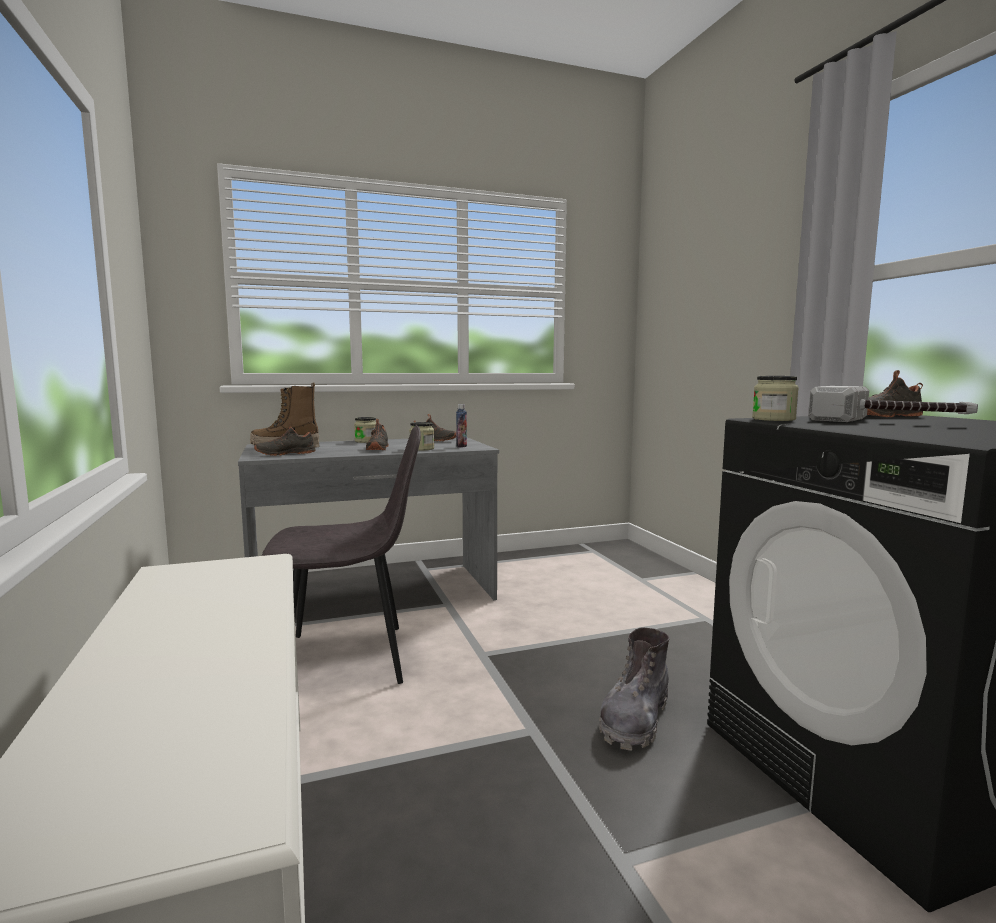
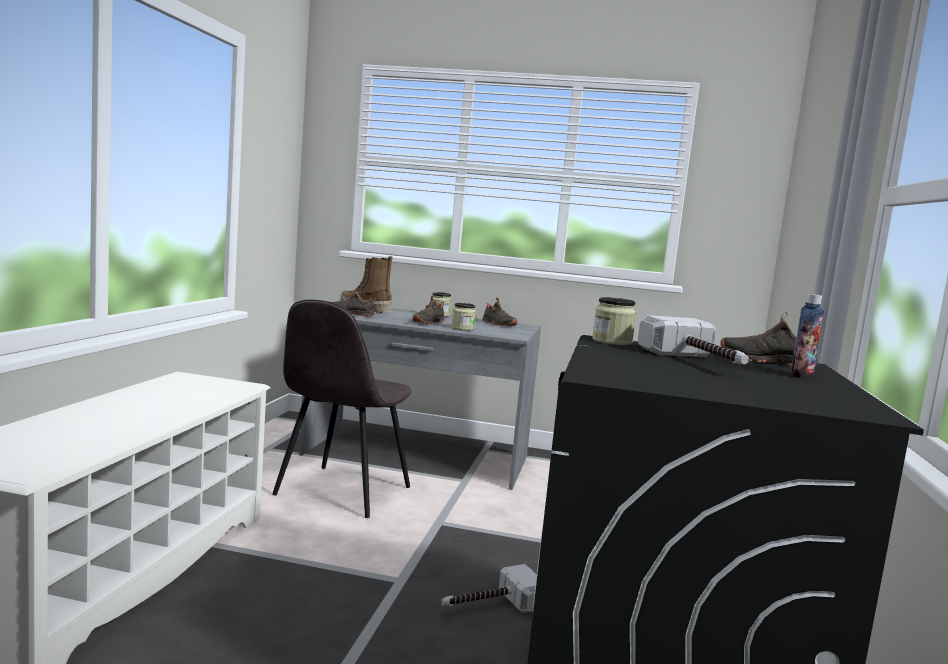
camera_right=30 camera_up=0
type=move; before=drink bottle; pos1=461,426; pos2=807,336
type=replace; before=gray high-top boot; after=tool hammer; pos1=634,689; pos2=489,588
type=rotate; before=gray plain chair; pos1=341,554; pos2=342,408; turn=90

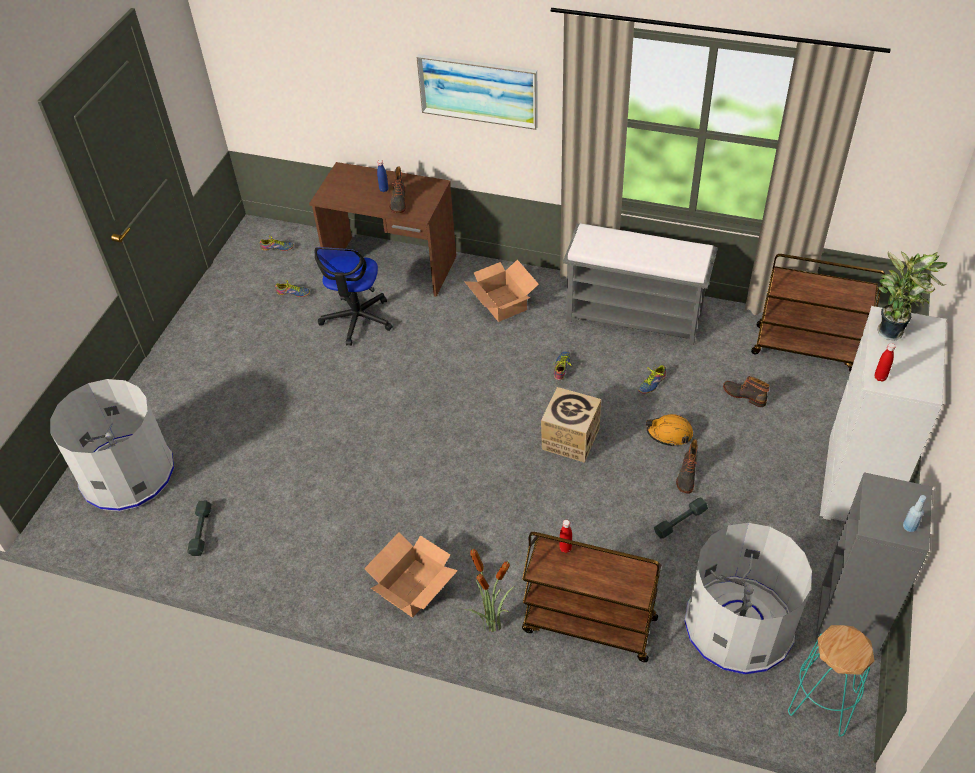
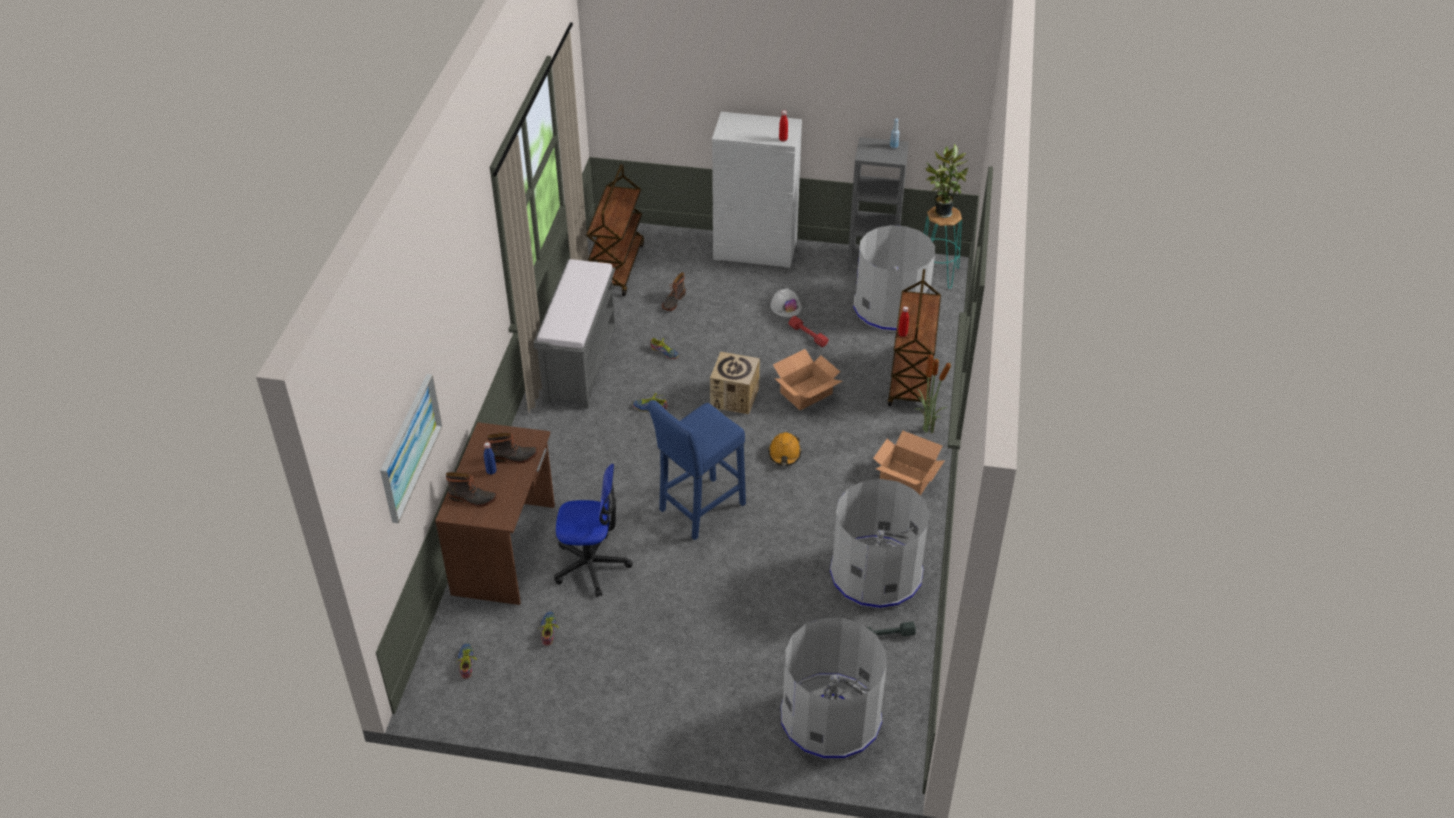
camera_right=-100 camera_up=-5
type=insert; after=blue sitting stool; pos2=696,470
type=insert; after=white-coloured safety helmet; pos2=786,302
type=insert; after=gray trash can; pos2=879,544
type=move; before=picture; pos1=477,92; pos2=411,448
type=move; before=packing box; pos1=501,291; pos2=807,380
type=move; before=orange-coloured safety helmet; pos1=669,430; pos2=785,449
type=move; before=high-top boot; pos1=687,466; pos2=471,489
type=move; before=potted plant; pos1=912,296; pos2=946,181
type=recolor; before=gray dumbbell; after=red dumbbell; pos1=681,518; pos2=808,331

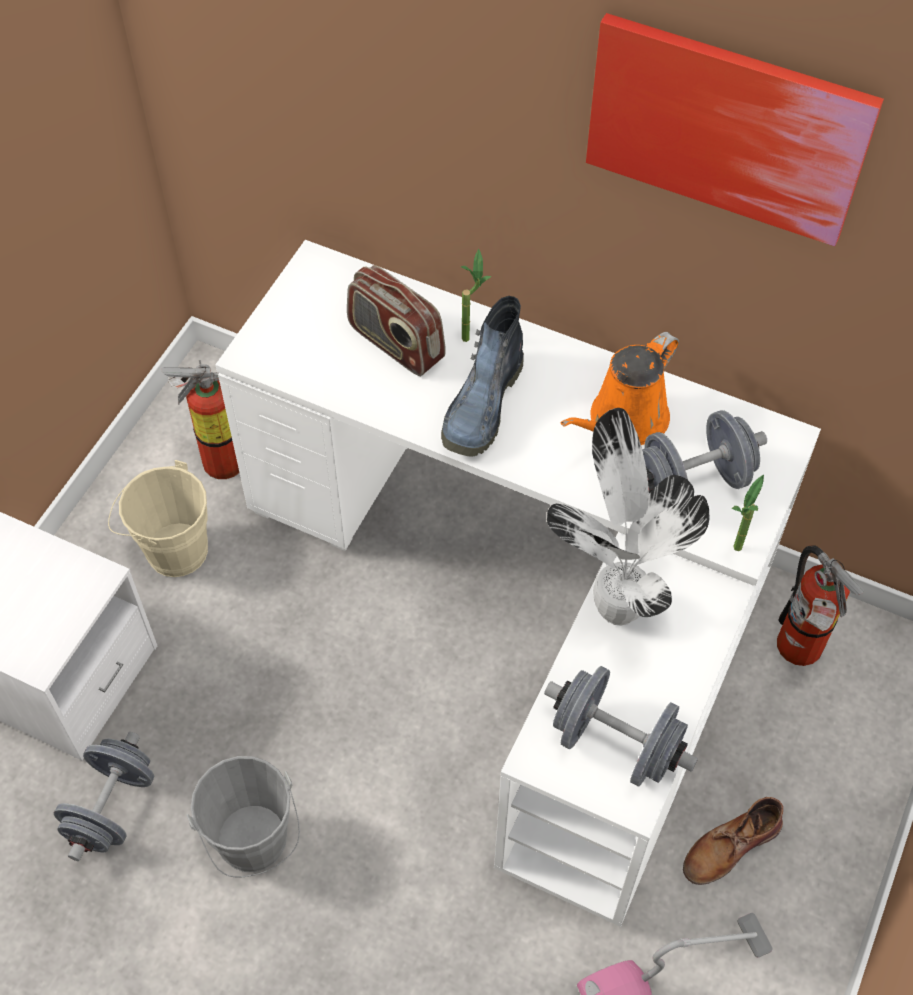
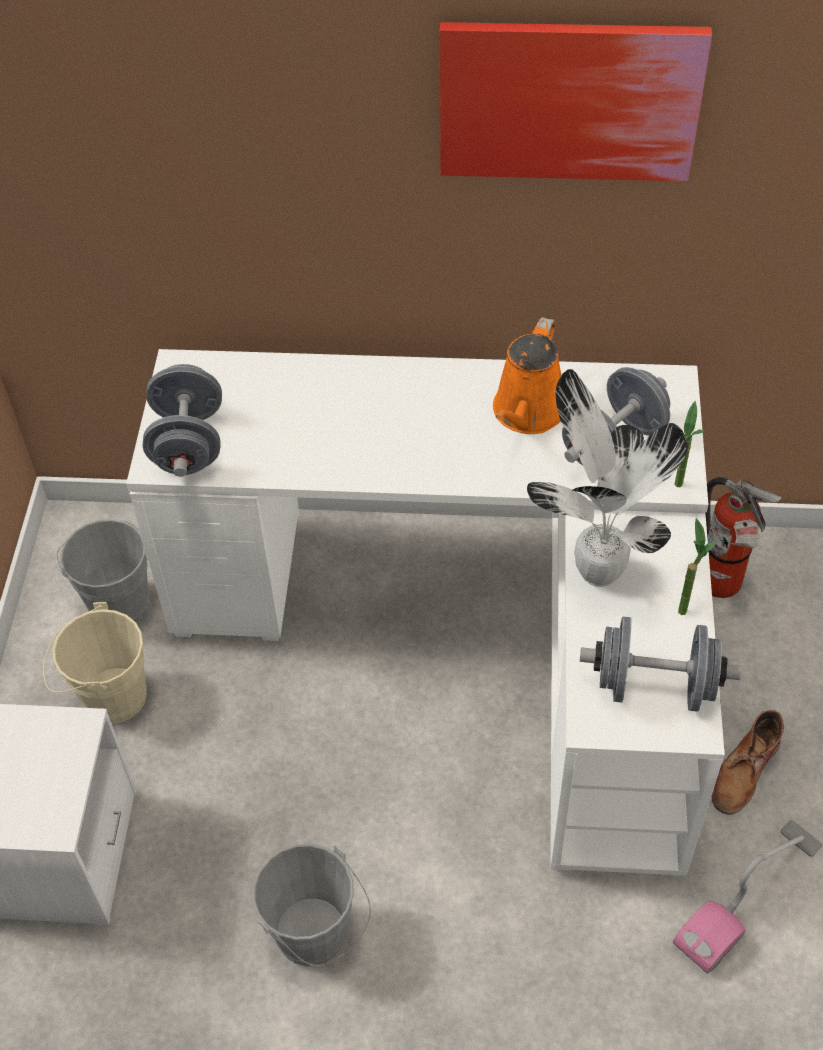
camera_right=-20 camera_up=-5
type=delete; before=radio receiver; pos1=396,320
type=delete; before=high-top boot; pos1=482,376
type=move; before=gray dumbbell; pos1=104,796; pos2=182,420
type=move; before=potted plant; pos1=476,295; pos2=697,566
type=replace; before=fire extinguisher; after=gray pail; pos1=200,419; pos2=103,571

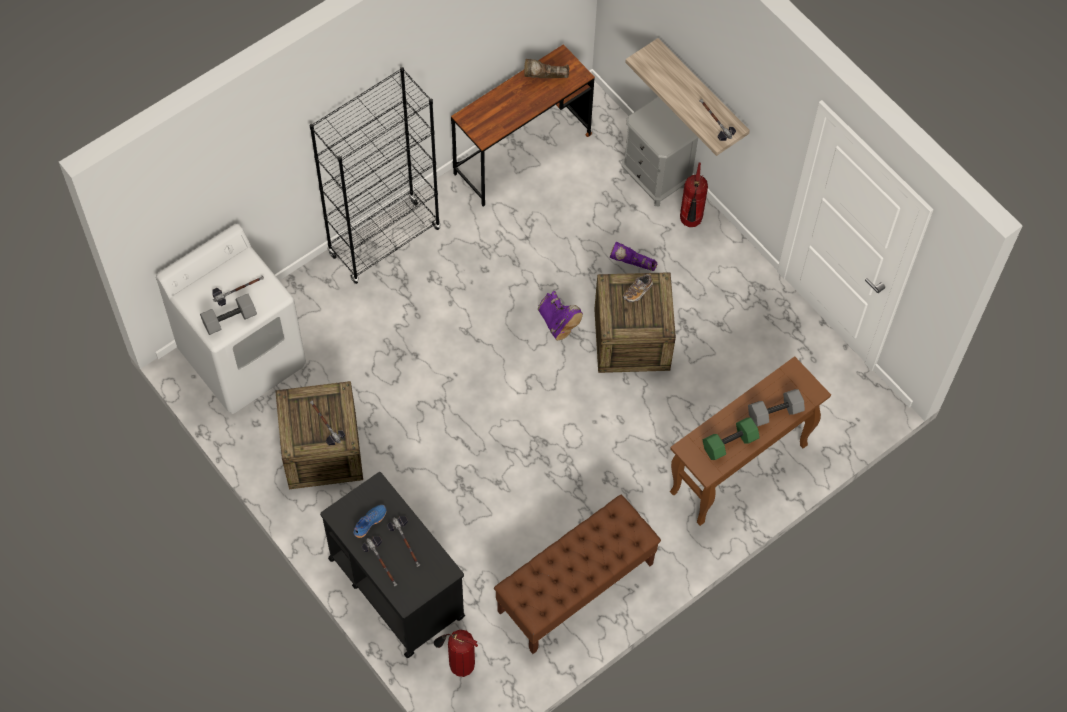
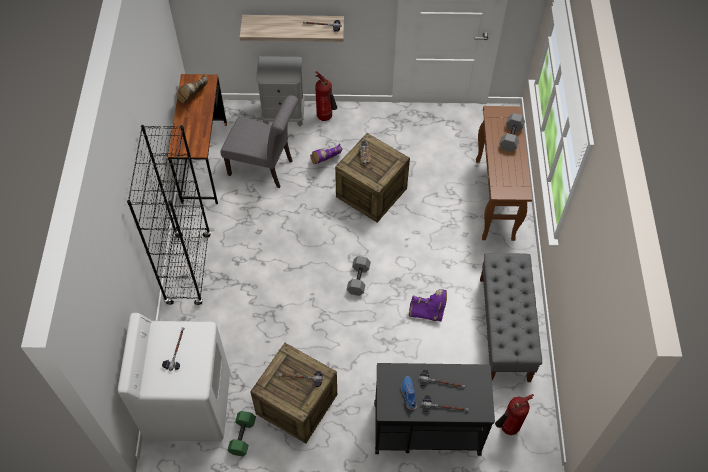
camera_right=-50 camera_up=-5
type=insert; after=gray plain chair; pos2=259,141
type=move; before=gray dumbbell; pos1=228,314; pos2=359,276
type=move; before=purplish high-top boot; pos1=560,315; pos2=428,305
type=move; before=green-coloured dumbbell; pos1=731,439; pos2=241,433
type=recolor; before=brown-coloured indoor bench; after=gray indoor bench; pos1=577,574; pos2=511,317

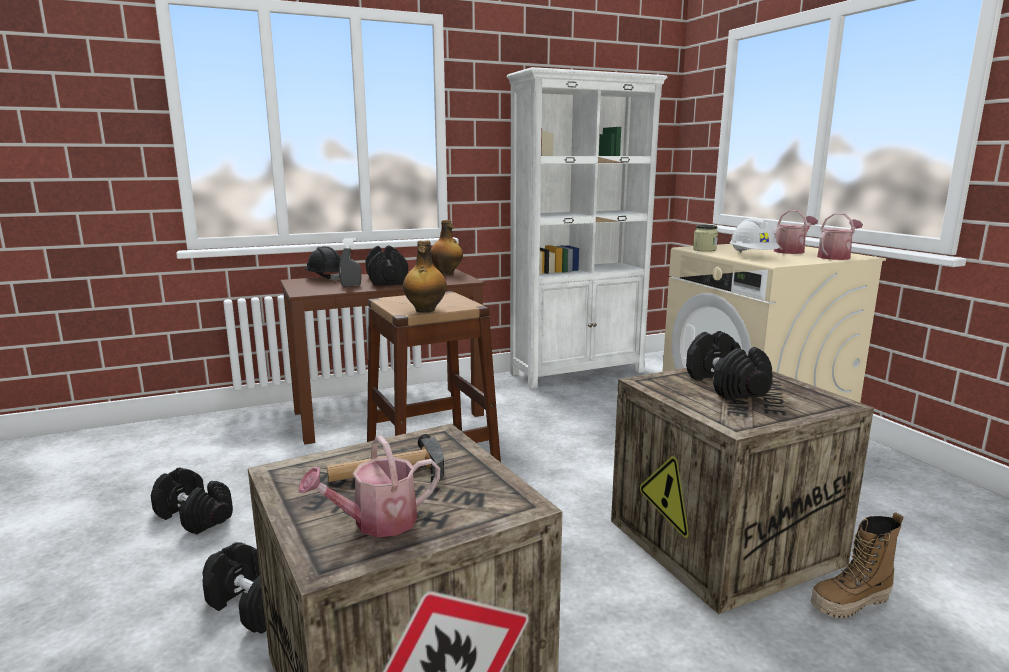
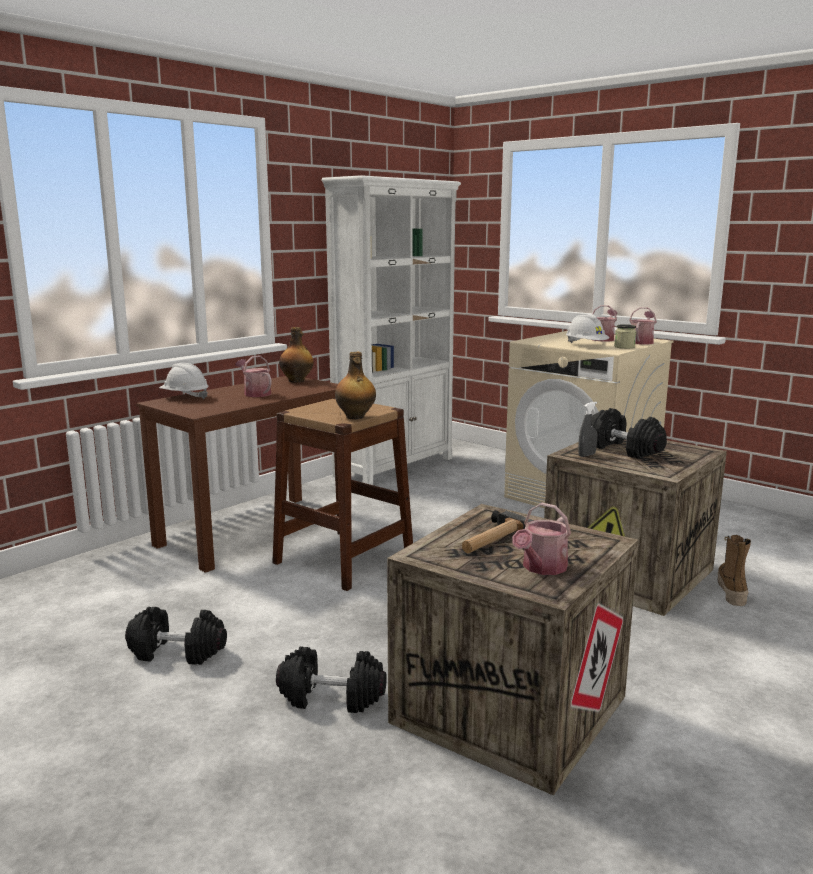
camera_right=-25 camera_up=0
type=move; before=gray sprayer; pos1=350,262; pos2=587,429
type=move; before=jar; pos1=705,238; pos2=625,336
type=replace; before=black dumbbell; after=sprinkling can; pos1=386,265; pos2=253,376
type=recolor; before=black safety helmet; after=white-coloured safety helmet; pos1=323,264; pos2=184,381
type=rotate; before=high-top boot; pos1=857,565; pos2=734,570; turn=150

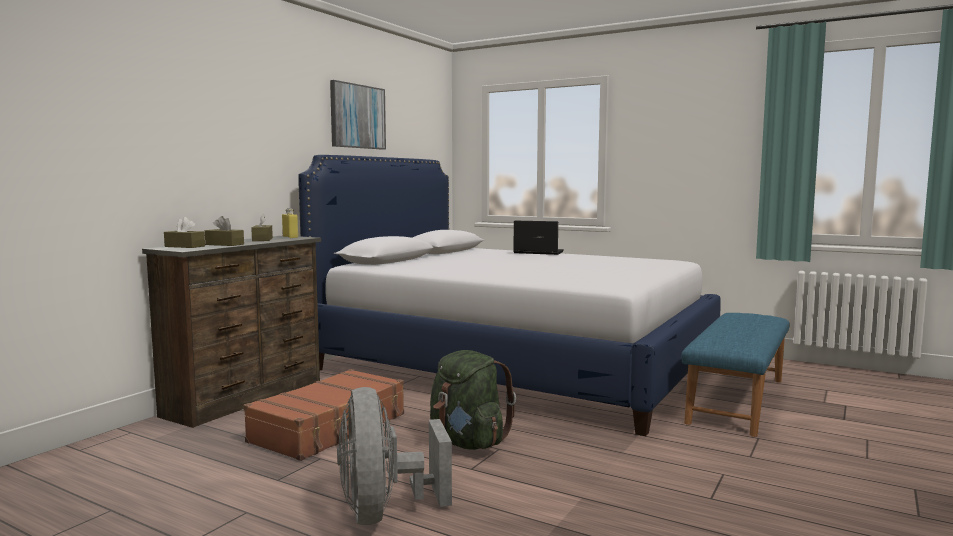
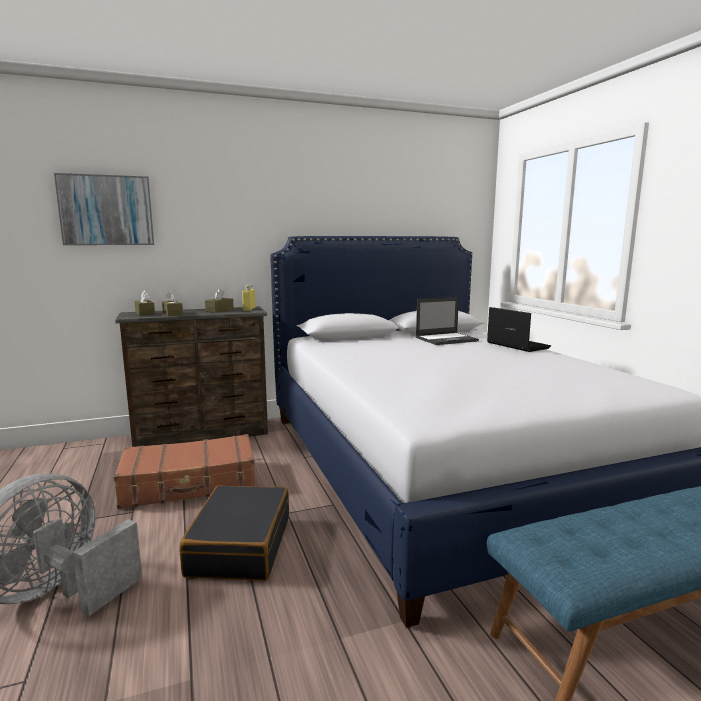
camera_right=40 camera_up=5
type=insert; after=portable computer; pos2=447,321
type=move; before=picture; pos1=358,115; pos2=104,209
type=replace; before=green-coloured knapsack; after=black piece of luggage; pos1=473,400; pos2=234,533

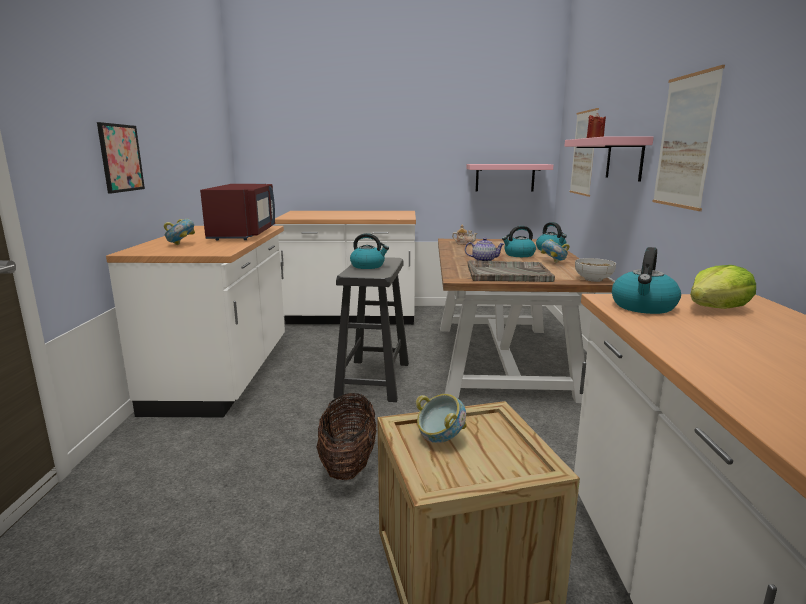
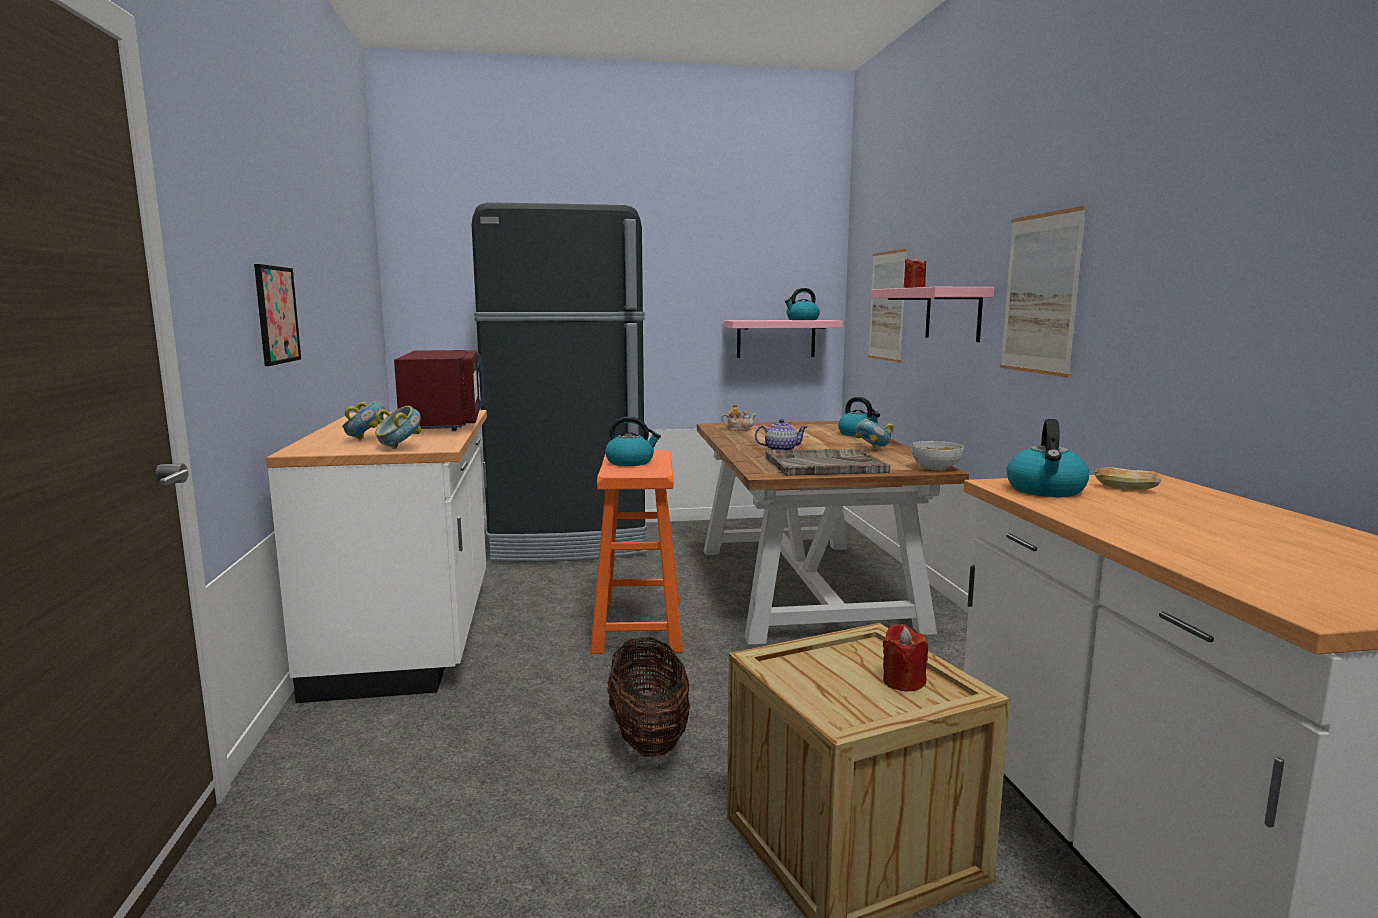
camera_right=-10 camera_up=-5
type=insert; after=red candle; pos2=905,658
type=move; before=serving bowl; pos1=441,418; pos2=398,427
type=move; before=water kettle; pos1=519,241; pos2=802,304
type=replace; before=white-coloured kitchen counter; after=black fridge; pos1=345,268; pos2=559,382
type=replace; before=lettuce; after=baked bread; pos1=723,287; pos2=1128,478
type=recolor; before=black sitting stool; after=orange-coloured sitting stool; pos1=371,329; pos2=636,552

